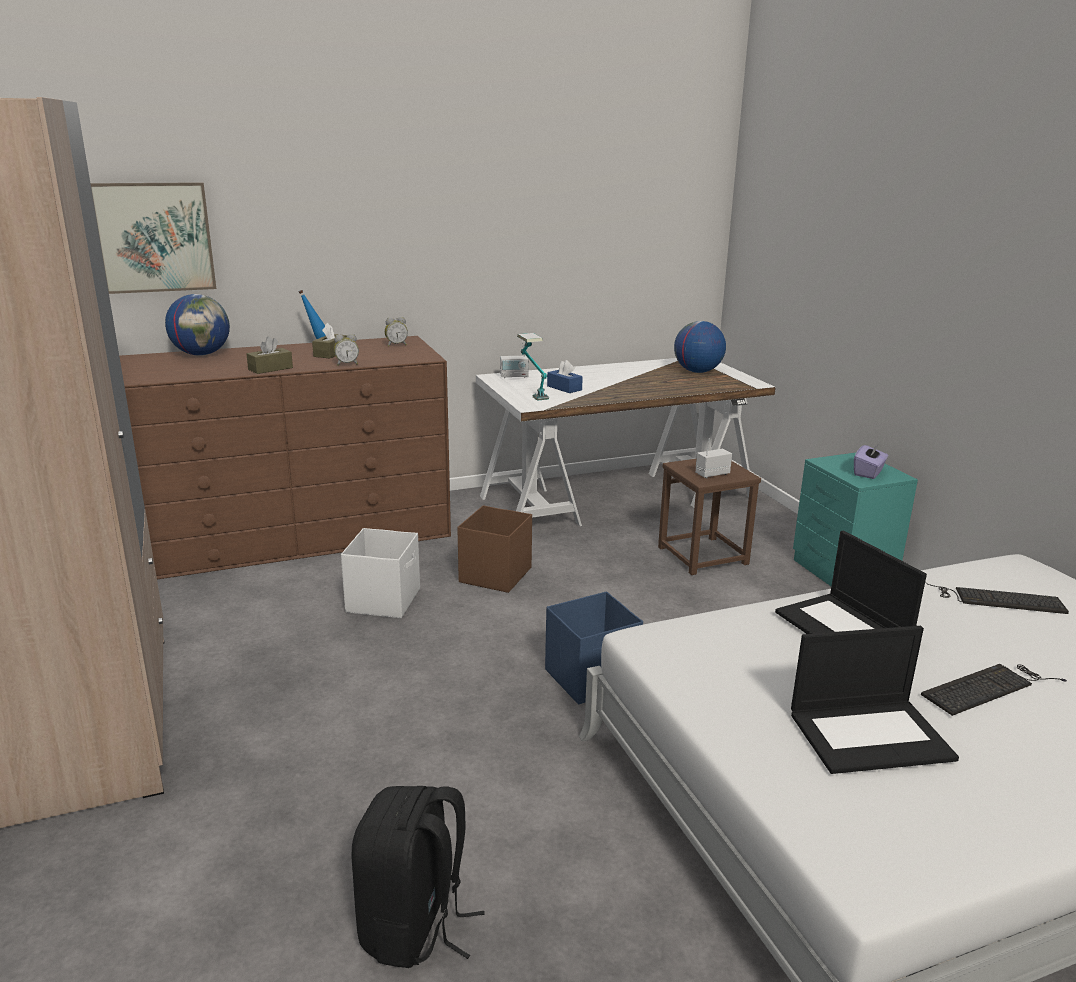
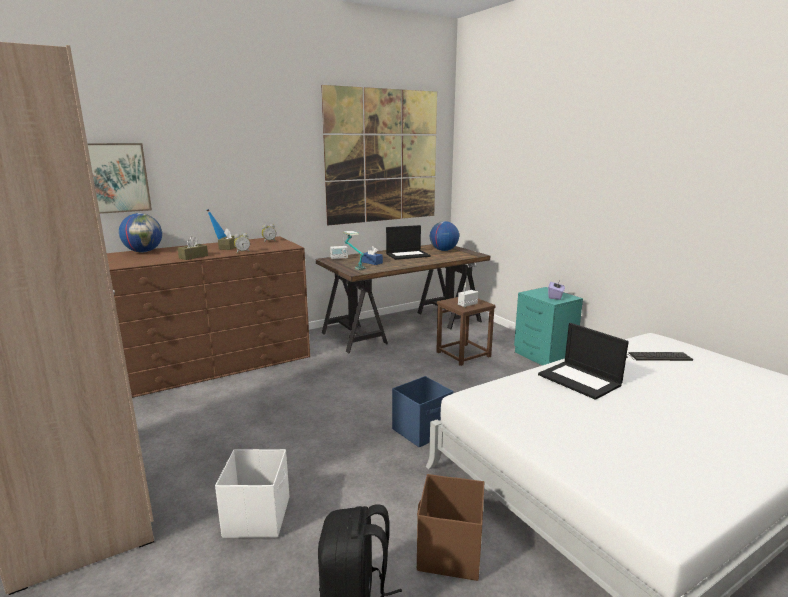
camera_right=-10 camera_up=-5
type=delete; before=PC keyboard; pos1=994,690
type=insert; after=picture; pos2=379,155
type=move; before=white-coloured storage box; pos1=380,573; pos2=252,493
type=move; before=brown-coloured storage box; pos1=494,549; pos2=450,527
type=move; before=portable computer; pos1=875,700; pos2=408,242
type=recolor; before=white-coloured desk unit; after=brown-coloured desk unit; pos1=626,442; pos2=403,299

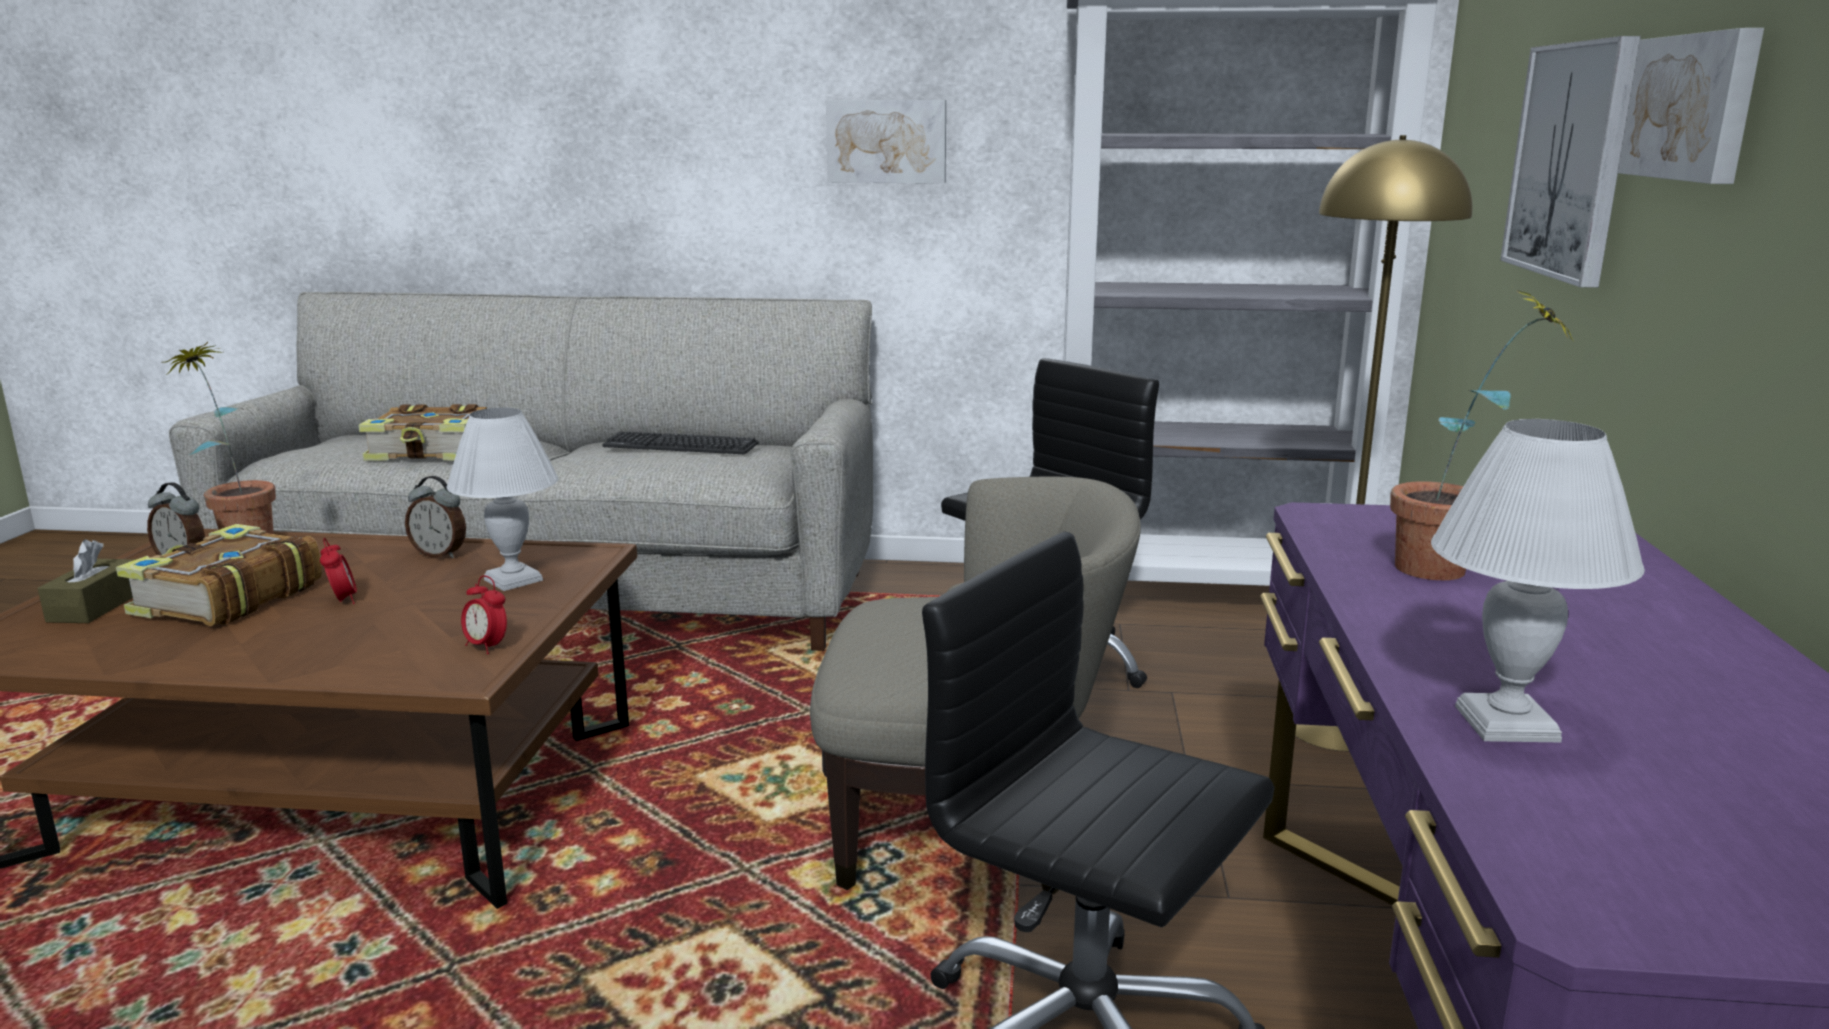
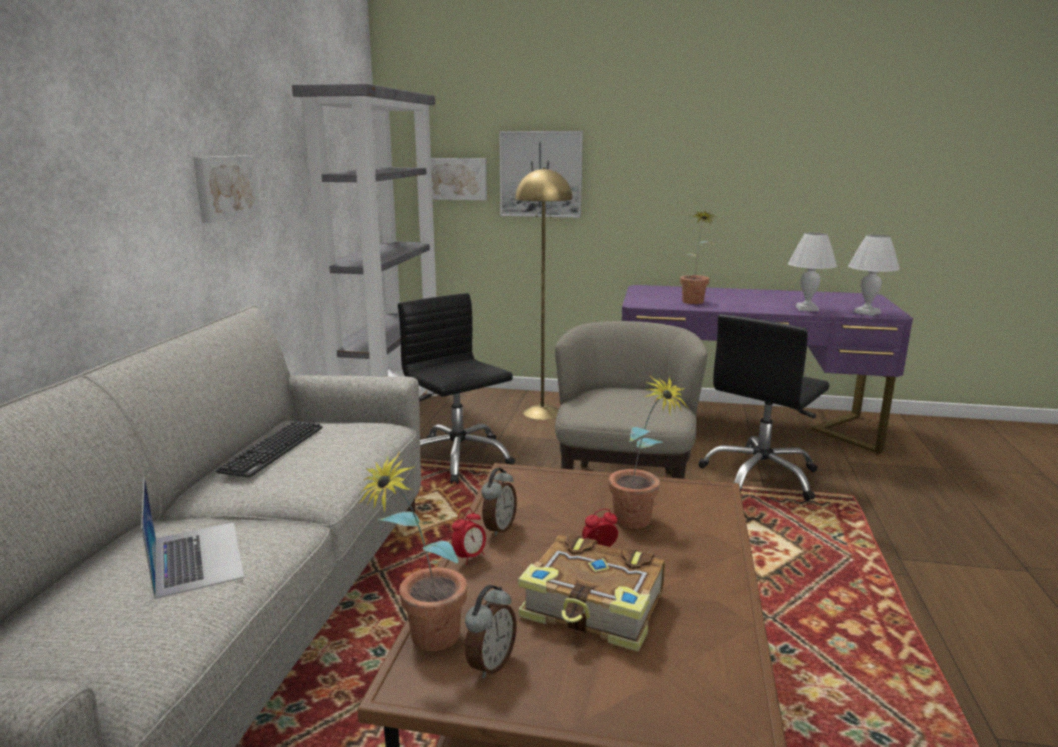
camera_right=-85 camera_up=0
type=delete; before=brown-coloured tissue holder; pos1=86,581
type=insert; after=potted plant; pos2=648,452
type=move; before=white-coloured table lamp; pos1=502,499; pos2=874,275
type=move; before=bedside clock; pos1=484,614; pos2=469,536
type=move; before=picture; pos1=1690,106; pos2=459,179
type=replace; before=volume; after=portable computer; pos1=423,432; pos2=192,537

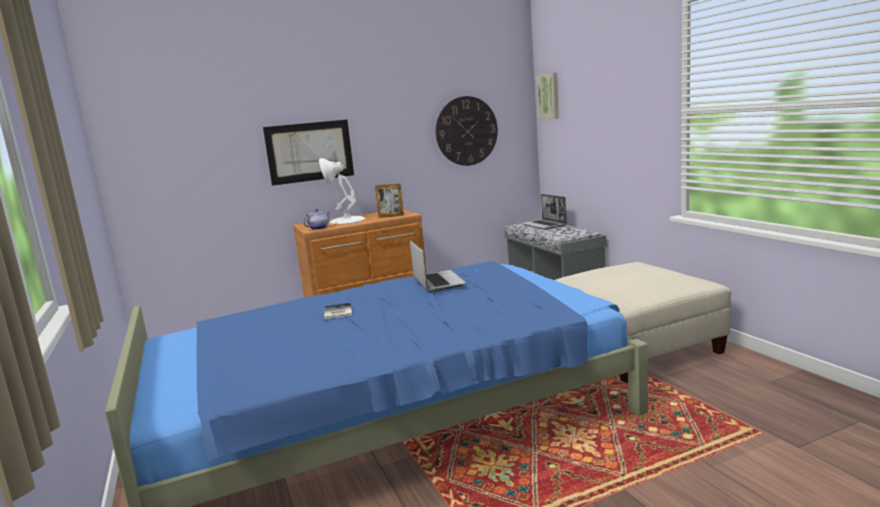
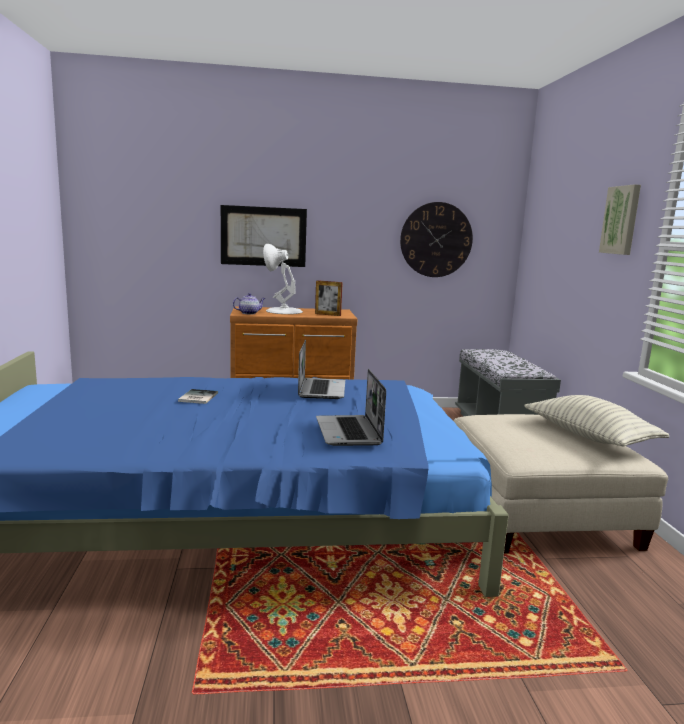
camera_right=15 camera_up=0
type=insert; after=pillow; pos2=596,420
type=move; before=portable computer; pos1=544,212; pos2=351,407
type=move; before=picture; pos1=548,96; pos2=620,219

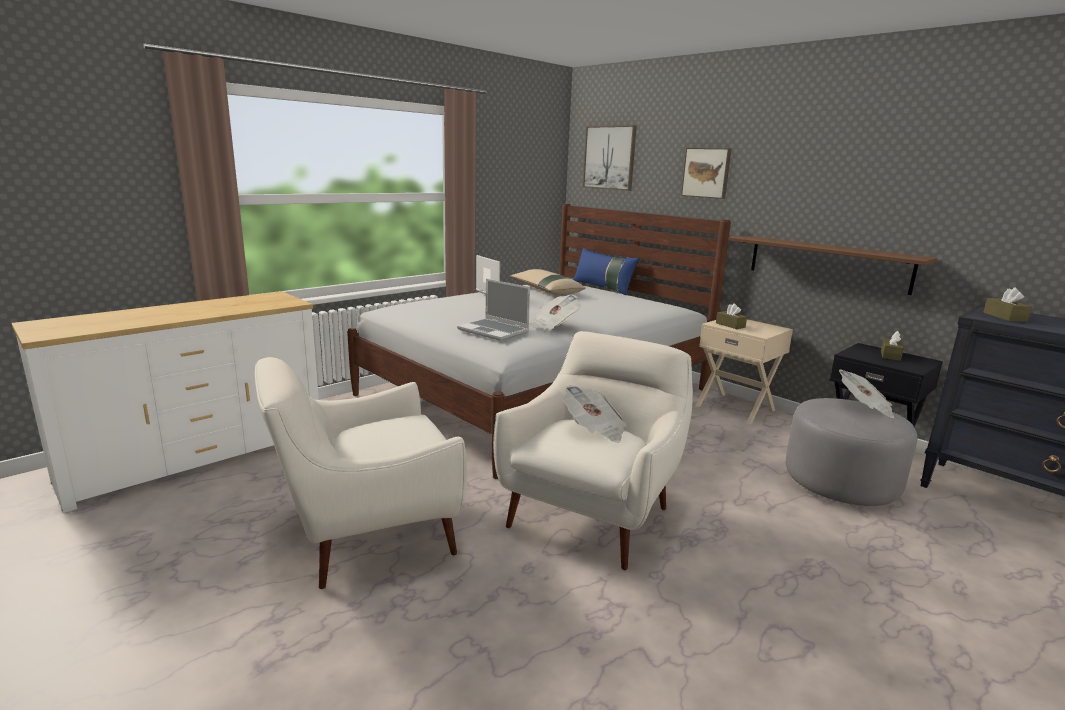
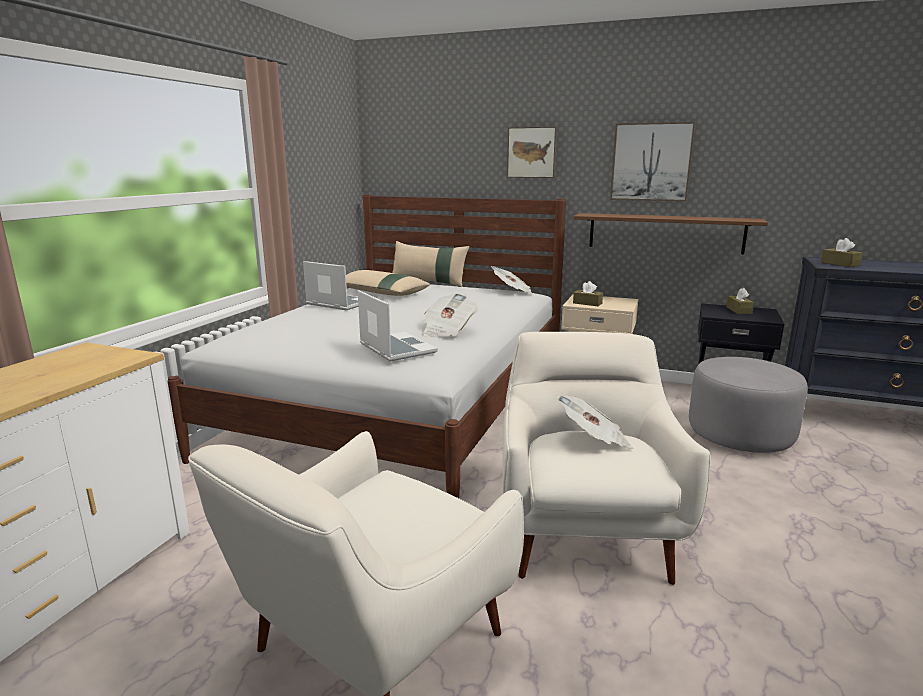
camera_right=-25 camera_up=0
type=move; before=picture; pos1=610,158; pos2=652,162
type=move; before=daily paper; pos1=866,393; pos2=512,280
type=recolor; before=blue pillow; after=beige-coloured pillow; pos1=606,271; pos2=431,264
type=rotate; before=portable computer; pos1=493,310; pos2=398,326; turn=-135

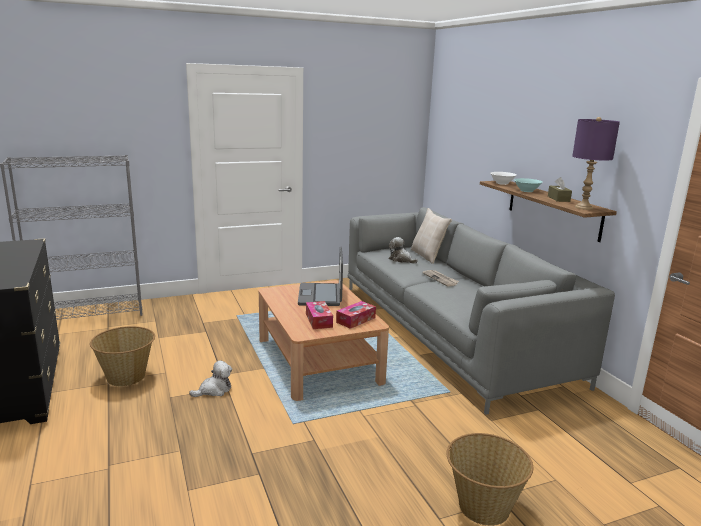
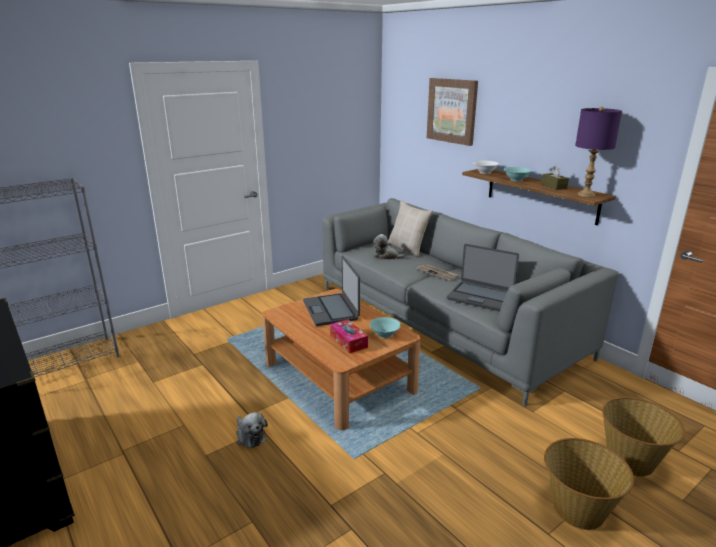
camera_right=-15 camera_up=5
type=insert; after=picture; pos2=452,112
type=insert; after=portable computer; pos2=483,278
type=move; before=storage basket; pos1=122,356; pos2=643,437
type=replace; before=tissue holder; after=turquoise serving bowl; pos1=356,315; pos2=385,327
type=rotate; before=plush toy; pos1=210,378; pos2=252,430; turn=105

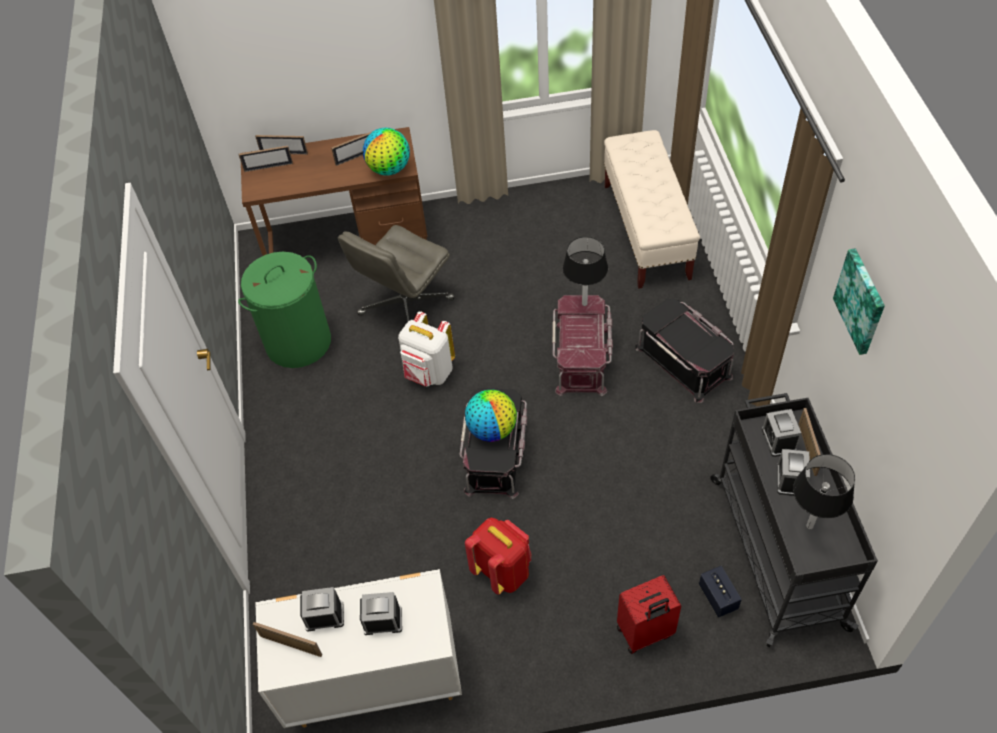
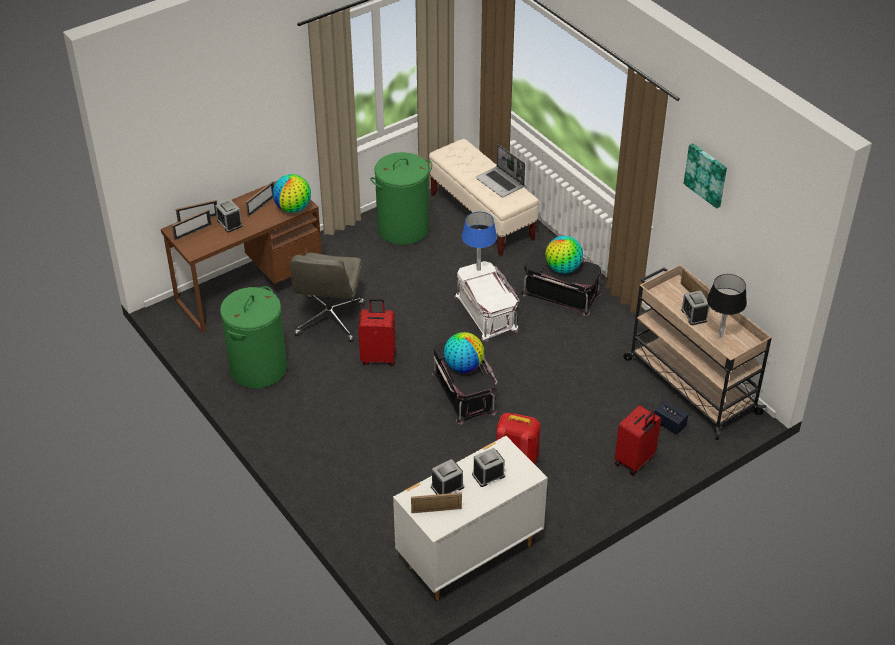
camera_right=-30 camera_up=-10
type=insert; after=green-coloured washing basket; pos2=401,198
type=insert; after=portable computer; pos2=500,171
type=insert; after=world globe; pos2=564,254
type=move; before=bedside clock; pos1=781,433; pos2=228,216
type=replace; before=white-coloured knapsack; after=red piece of luggage; pos1=426,348; pos2=377,332
type=recolor; before=red storage box; after=white-coloured storage box; pos1=582,345; pos2=487,301
type=recolor; before=black table lamp; after=blue table lamp; pos1=585,271; pos2=479,241
type=recolor; before=black cart; after=beige-coloured cart; pos1=794,520; pos2=697,352

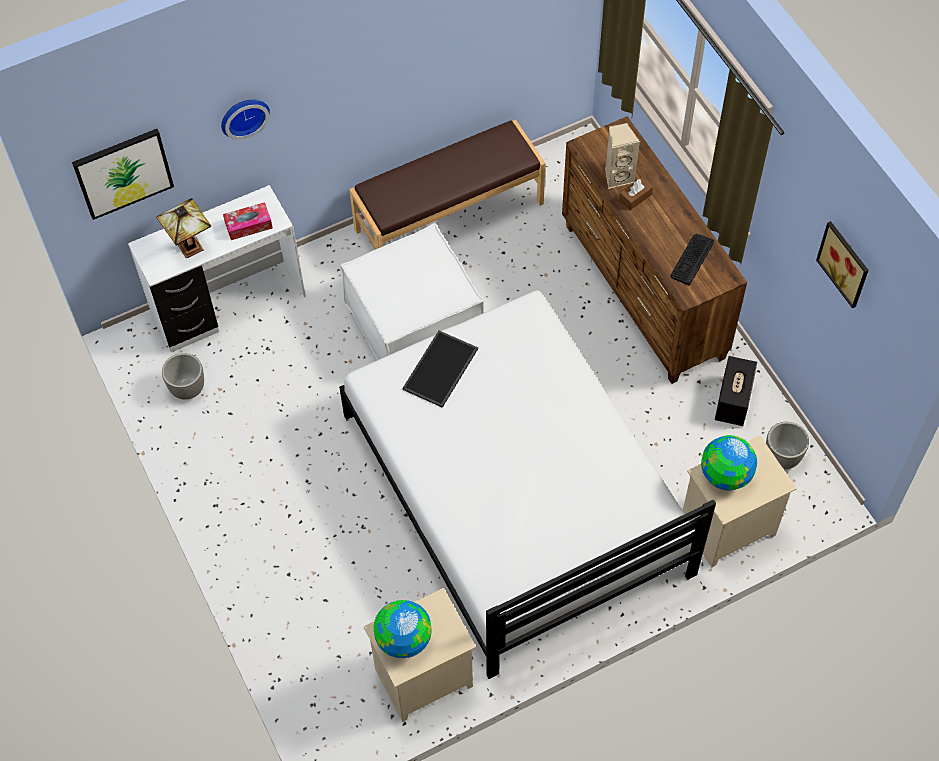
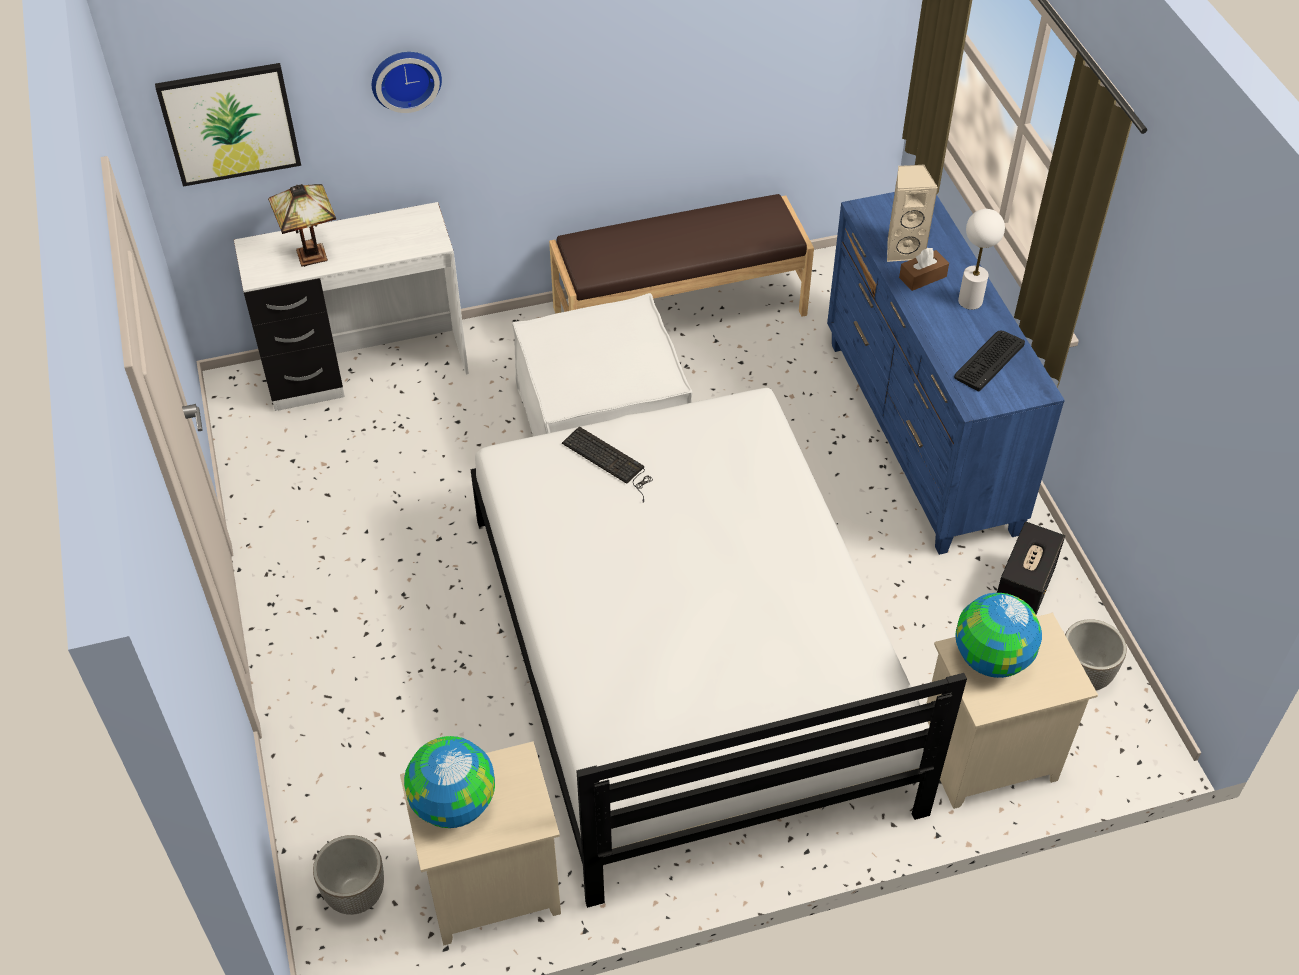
camera_right=10 camera_up=-10
type=delete; before=tissue holder; pos1=248,221
type=delete; before=picture; pos1=842,264
type=insert; after=white-coloured table lamp; pos2=981,259
type=move; before=flower pot; pos1=183,376; pos2=348,875
type=replace; before=tray; after=PC keyboard; pos1=440,369; pos2=607,464
type=recolor; before=brown-coloured drawer chest; after=blue drawer chest; pos1=654,250; pos2=946,373

